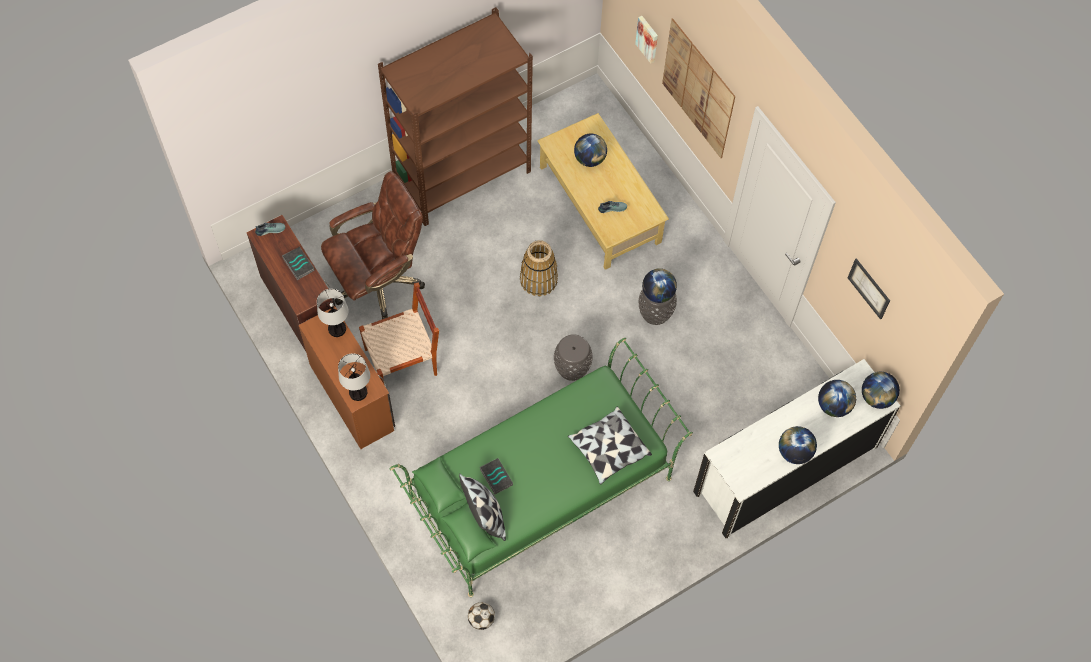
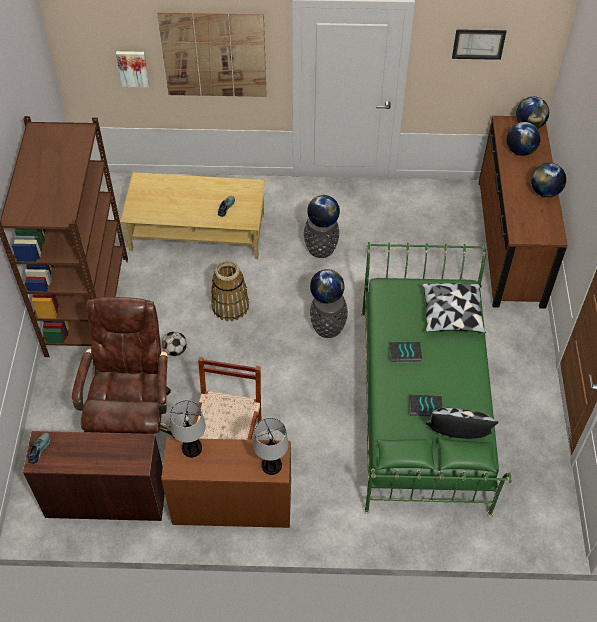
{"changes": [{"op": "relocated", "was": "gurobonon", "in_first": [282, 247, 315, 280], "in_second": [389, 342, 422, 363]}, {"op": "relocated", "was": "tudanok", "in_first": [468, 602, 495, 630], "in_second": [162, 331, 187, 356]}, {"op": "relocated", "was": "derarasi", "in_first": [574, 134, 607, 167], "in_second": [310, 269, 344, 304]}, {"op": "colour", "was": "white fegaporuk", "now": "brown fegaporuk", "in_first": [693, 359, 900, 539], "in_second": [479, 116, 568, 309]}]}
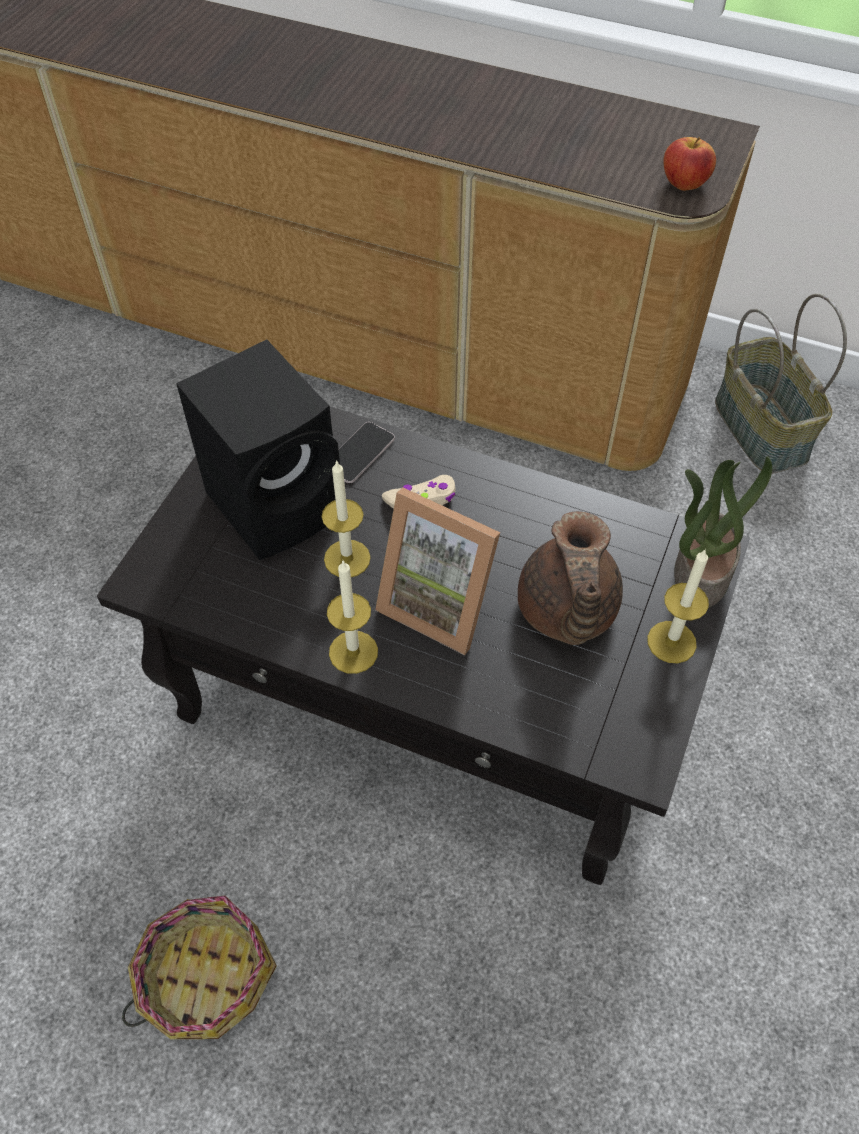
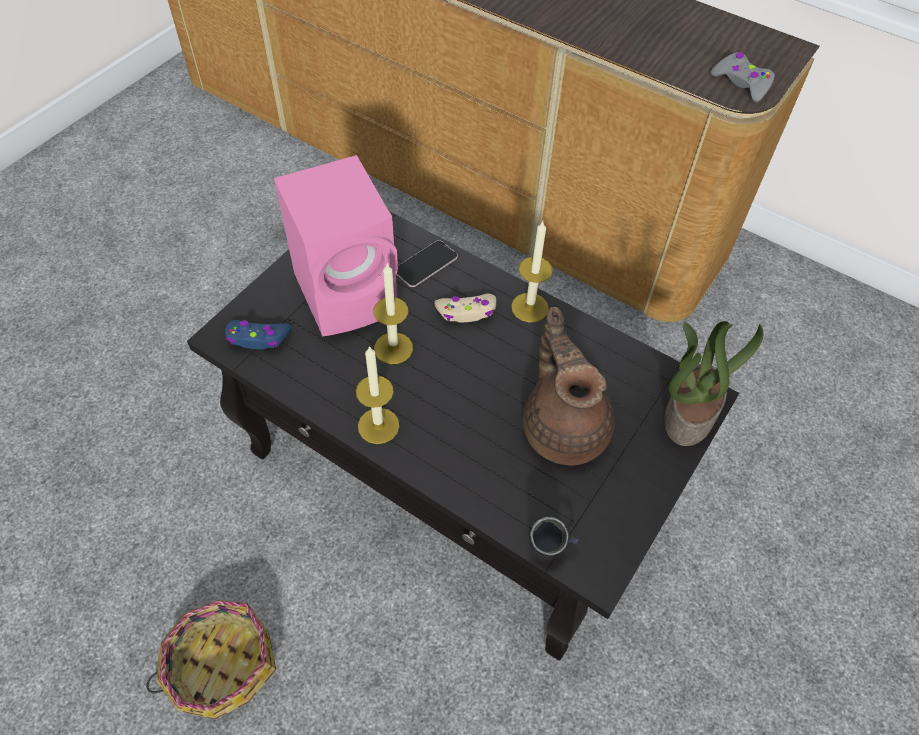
{"changes": [{"op": "missing", "was": "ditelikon", "in_first": [375, 488, 500, 655]}, {"op": "missing", "was": "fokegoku", "in_first": [715, 293, 847, 474]}, {"op": "appeared", "now": "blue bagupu", "in_second": [225, 320, 291, 349]}, {"op": "appeared", "now": "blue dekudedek", "in_second": [529, 517, 580, 556]}, {"op": "relocated", "was": "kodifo", "in_first": [647, 549, 709, 663], "in_second": [511, 221, 553, 322]}, {"op": "exchanged", "was": "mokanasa", "now": "grey bagupu", "in_first": [663, 137, 716, 191], "in_second": [711, 52, 775, 102]}, {"op": "colour", "was": "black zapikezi", "now": "pink zapikezi", "in_first": [176, 340, 340, 560], "in_second": [274, 155, 398, 337]}, {"op": "spun", "was": "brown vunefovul", "in_first": [518, 511, 623, 645], "in_second": [523, 307, 615, 465], "clockwise": 150}]}
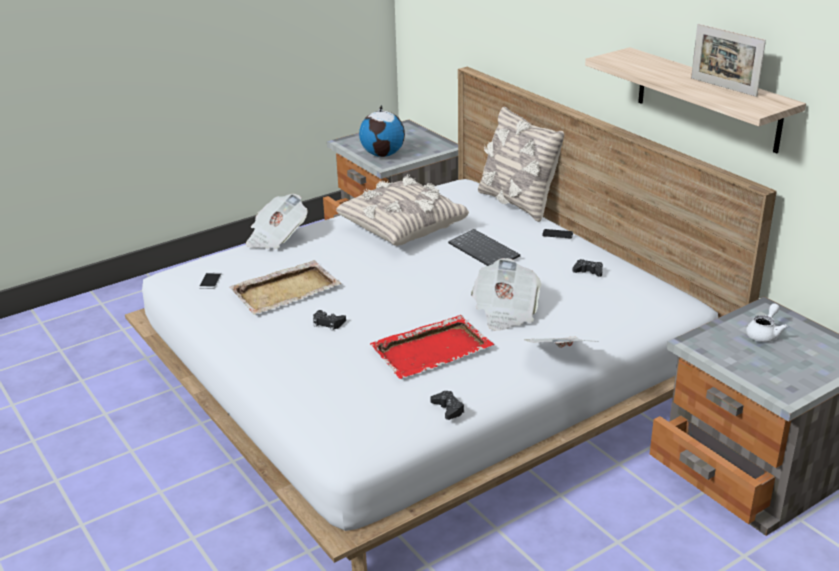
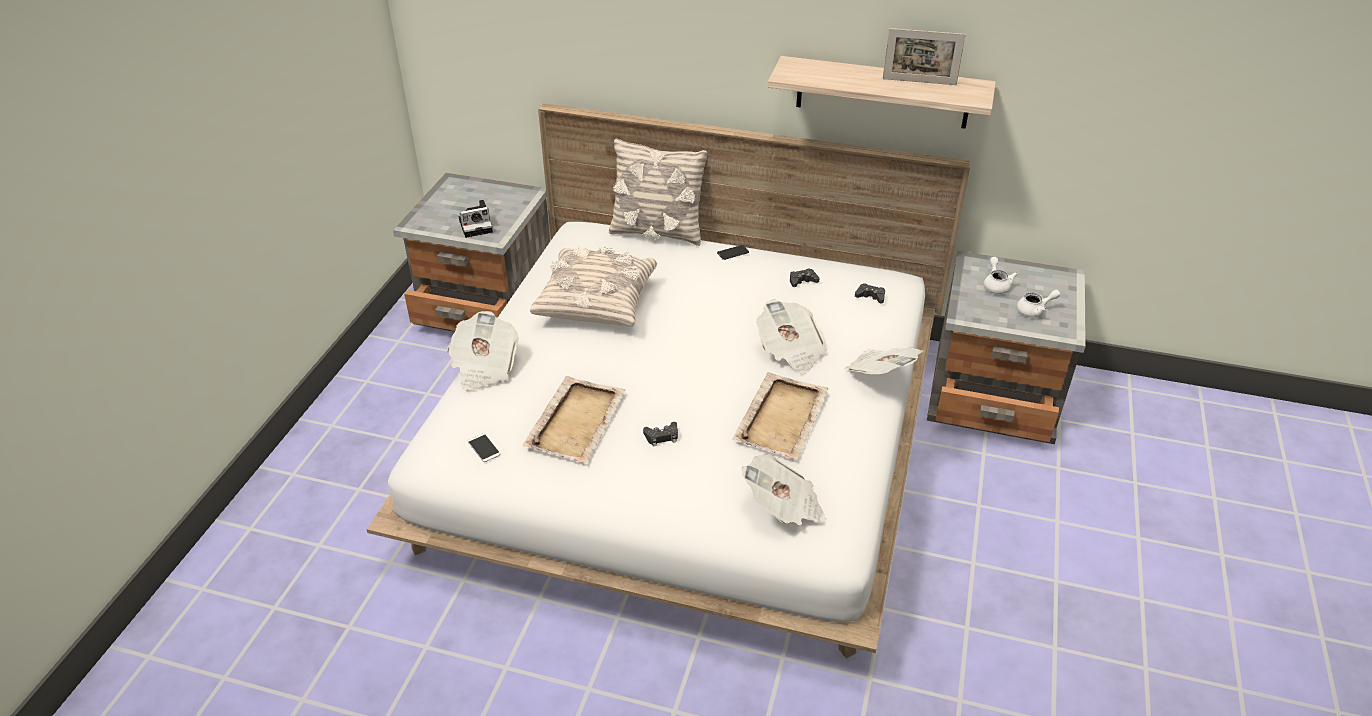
{"changes": [{"op": "missing", "was": "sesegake", "in_first": [448, 229, 520, 266]}, {"op": "appeared", "now": "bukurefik", "in_second": [742, 455, 826, 525]}, {"op": "appeared", "now": "white vunefovul", "in_second": [1017, 290, 1060, 317]}, {"op": "relocated", "was": "black bagupu", "in_first": [430, 391, 464, 420], "in_second": [855, 283, 885, 303]}, {"op": "exchanged", "was": "derarasi", "now": "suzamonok", "in_first": [359, 105, 405, 157], "in_second": [459, 200, 493, 238]}, {"op": "colour", "was": "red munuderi", "now": "beige munuderi", "in_first": [370, 315, 494, 379], "in_second": [733, 372, 828, 460]}]}
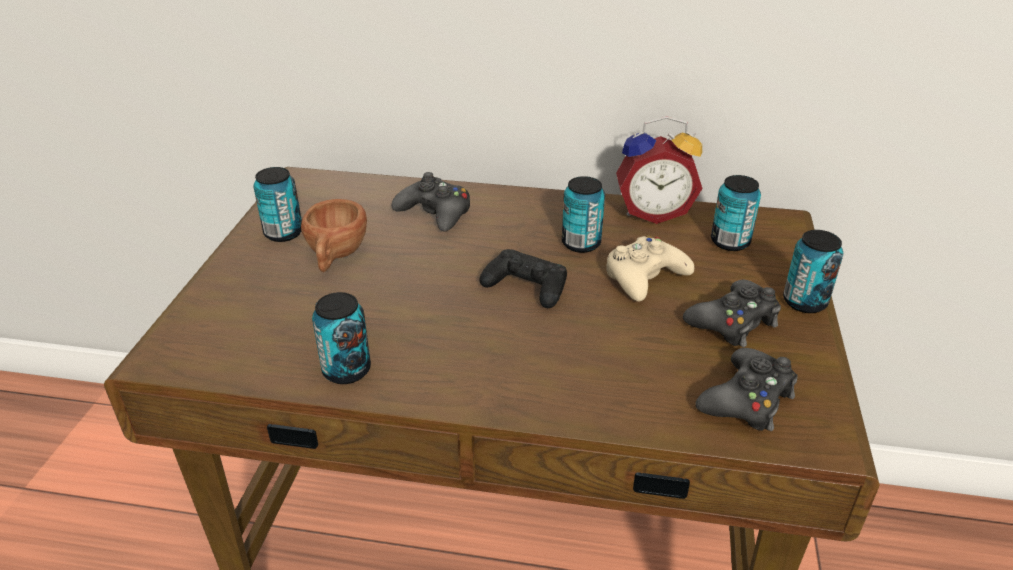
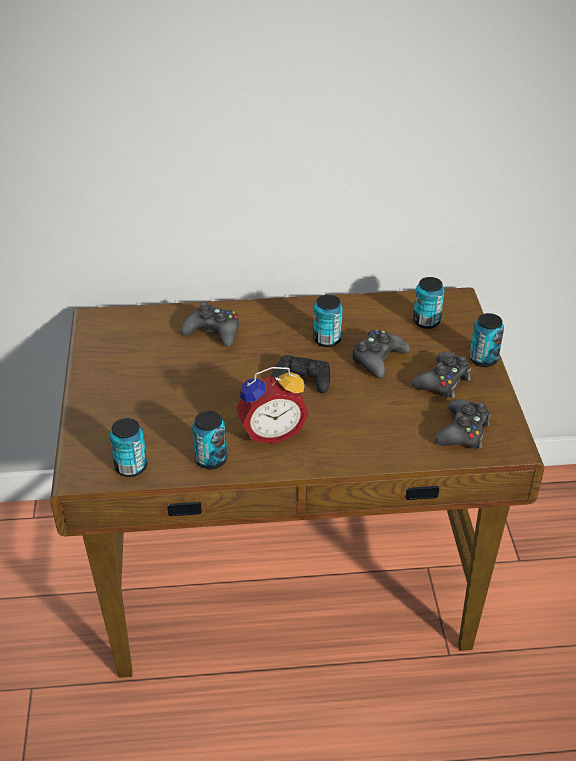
{"changes": [{"op": "missing", "was": "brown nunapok", "in_first": [301, 199, 367, 272]}, {"op": "relocated", "was": "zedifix", "in_first": [253, 167, 302, 242], "in_second": [109, 418, 147, 477]}, {"op": "relocated", "was": "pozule", "in_first": [616, 116, 703, 224], "in_second": [237, 367, 309, 444]}, {"op": "colour", "was": "beige bagupu", "now": "black bagupu", "in_first": [606, 235, 694, 302], "in_second": [352, 329, 410, 378]}]}
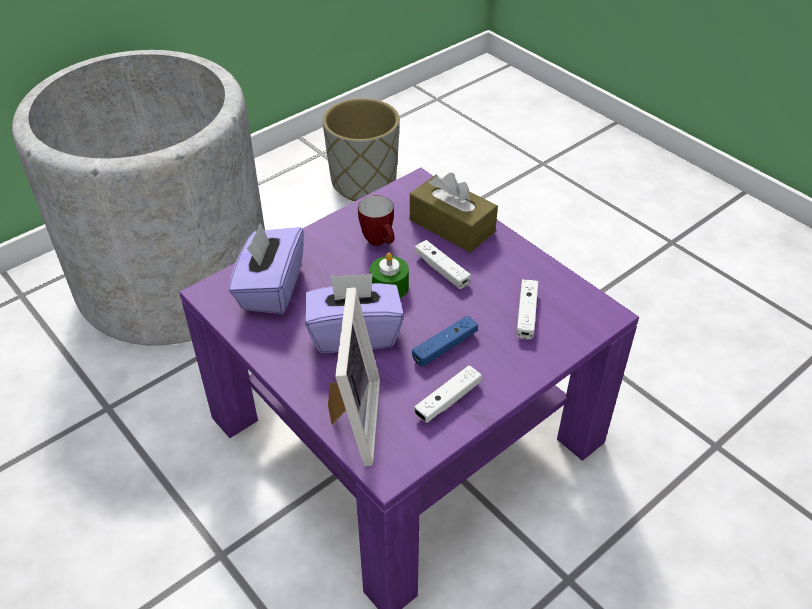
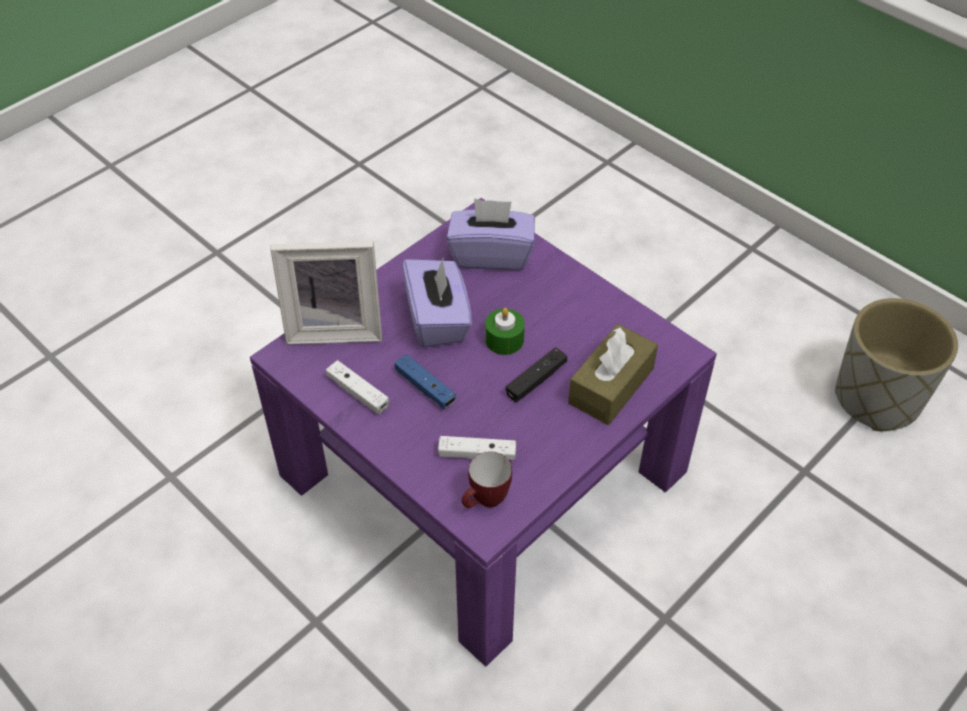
{"changes": [{"op": "missing", "was": "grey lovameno", "in_first": [12, 50, 265, 345]}, {"op": "relocated", "was": "dekudedek", "in_first": [358, 195, 395, 246], "in_second": [462, 451, 512, 508]}, {"op": "colour", "was": "white bagupu", "now": "black bagupu", "in_first": [415, 240, 471, 289], "in_second": [506, 347, 567, 402]}]}
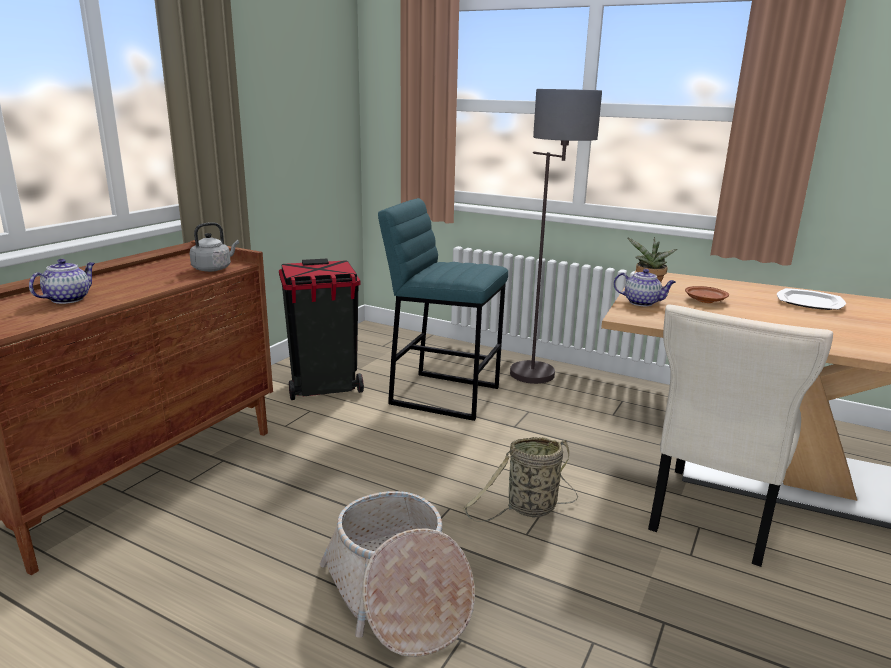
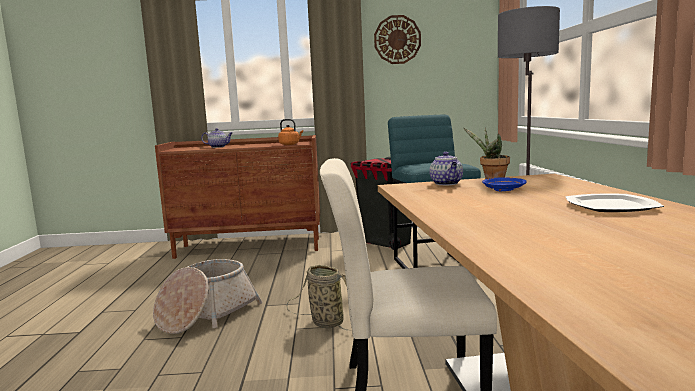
{"changes": [{"op": "appeared", "now": "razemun", "in_second": [374, 15, 421, 64]}, {"op": "colour", "was": "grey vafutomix", "now": "orange vafutomix", "in_first": [190, 222, 239, 272], "in_second": [278, 119, 303, 145]}, {"op": "colour", "was": "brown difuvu", "now": "blue difuvu", "in_first": [685, 286, 729, 303], "in_second": [482, 177, 527, 191]}]}
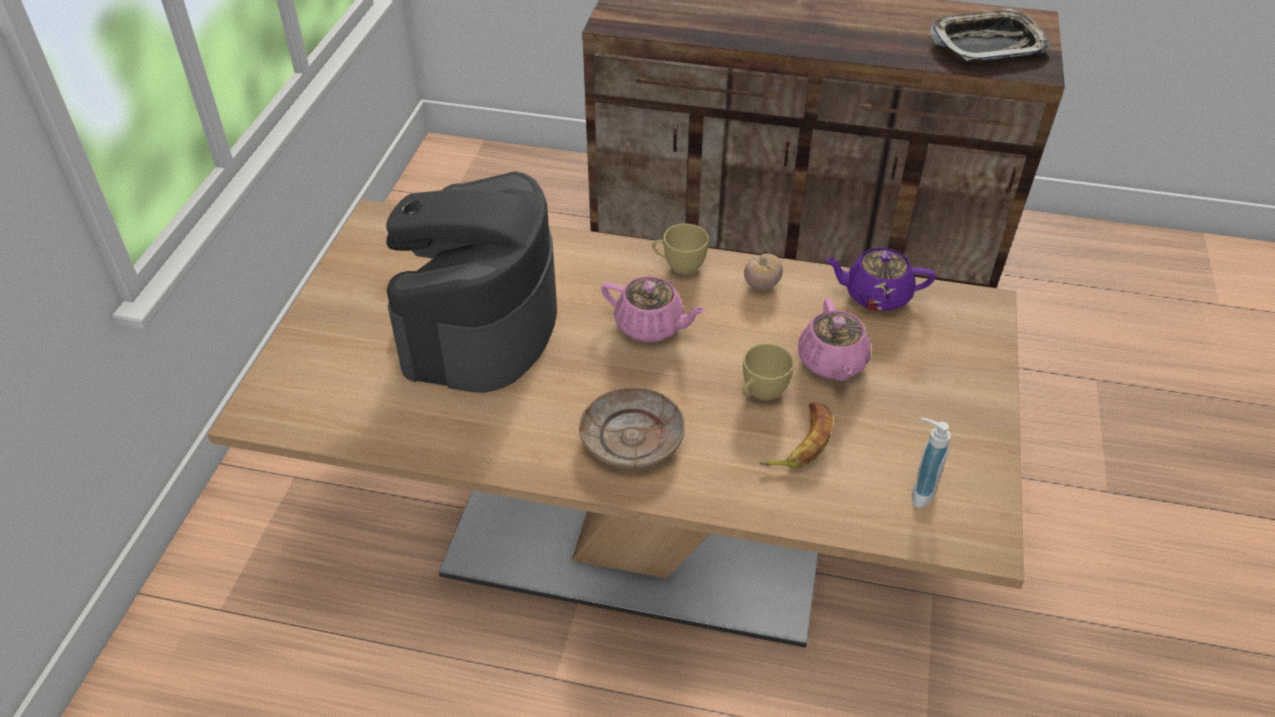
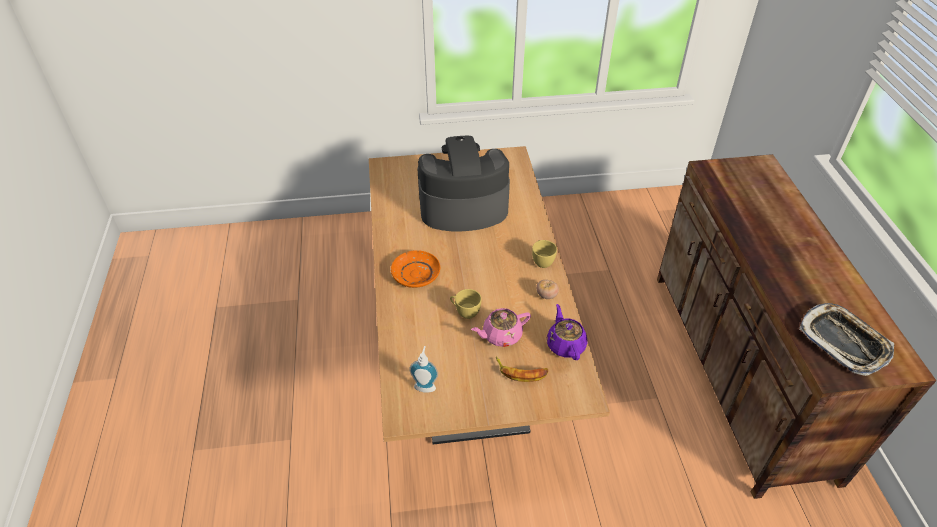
{"changes": [{"op": "missing", "was": "pink vunefovul", "in_first": [601, 276, 706, 342]}, {"op": "relocated", "was": "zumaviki", "in_first": [760, 402, 833, 468], "in_second": [496, 356, 548, 382]}, {"op": "colour", "was": "beige difuvu", "now": "orange difuvu", "in_first": [579, 387, 685, 469], "in_second": [391, 250, 440, 288]}]}
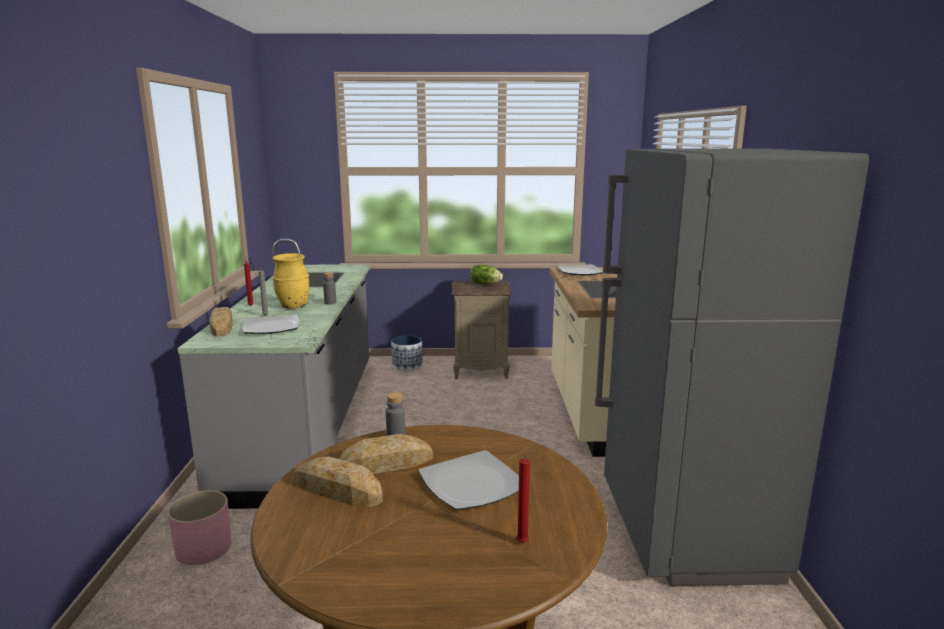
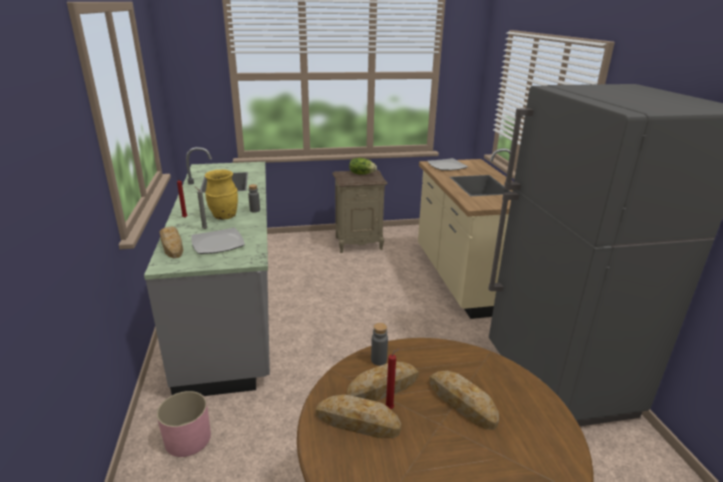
{"changes": [{"op": "missing", "was": "lovameno", "in_first": [391, 336, 423, 371]}, {"op": "relocated", "was": "red kodifo", "in_first": [516, 450, 535, 543], "in_second": [385, 348, 400, 409]}, {"op": "exchanged", "was": "difuvu", "now": "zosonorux", "in_first": [418, 450, 519, 510], "in_second": [429, 371, 499, 430]}]}
